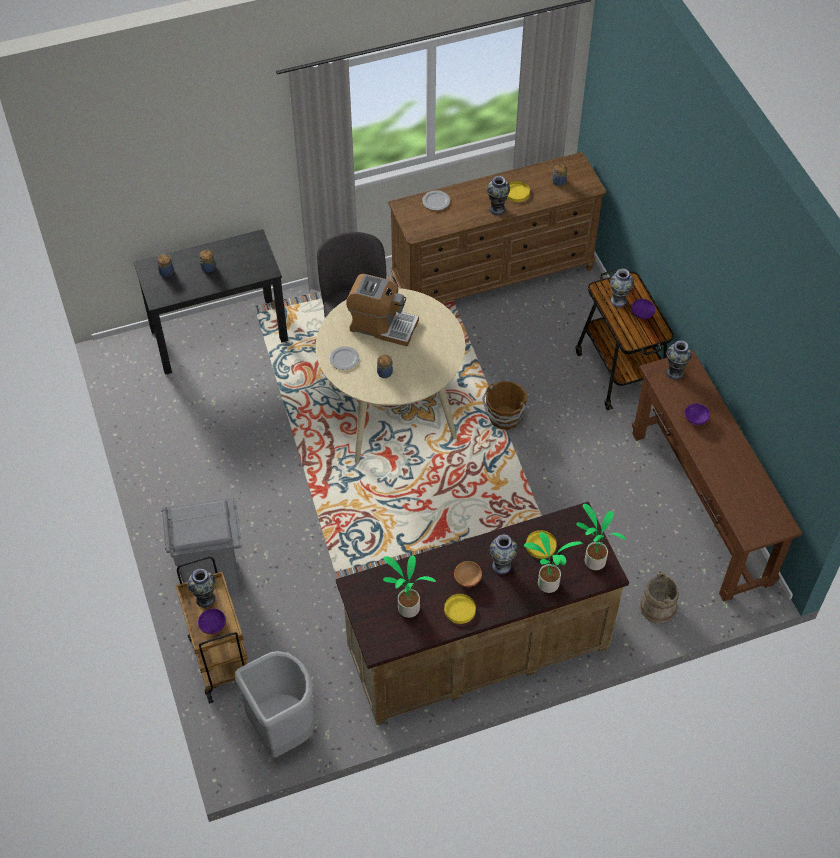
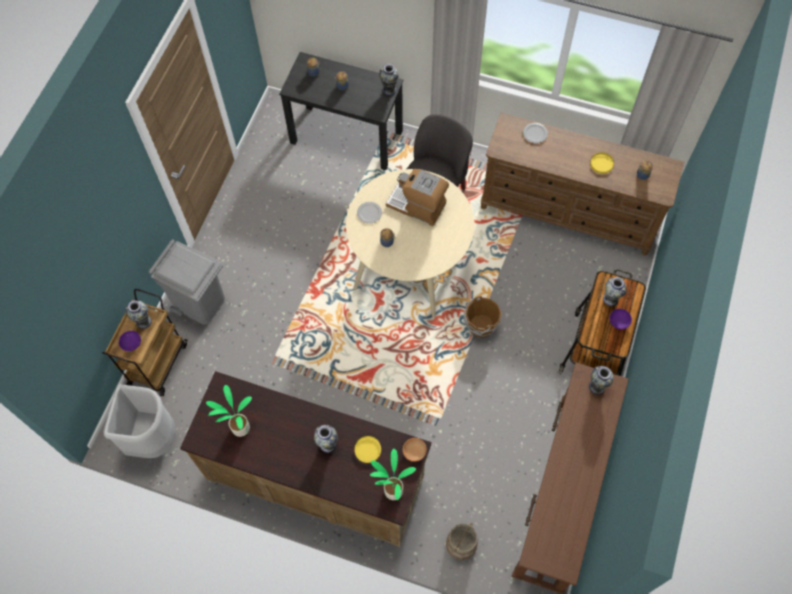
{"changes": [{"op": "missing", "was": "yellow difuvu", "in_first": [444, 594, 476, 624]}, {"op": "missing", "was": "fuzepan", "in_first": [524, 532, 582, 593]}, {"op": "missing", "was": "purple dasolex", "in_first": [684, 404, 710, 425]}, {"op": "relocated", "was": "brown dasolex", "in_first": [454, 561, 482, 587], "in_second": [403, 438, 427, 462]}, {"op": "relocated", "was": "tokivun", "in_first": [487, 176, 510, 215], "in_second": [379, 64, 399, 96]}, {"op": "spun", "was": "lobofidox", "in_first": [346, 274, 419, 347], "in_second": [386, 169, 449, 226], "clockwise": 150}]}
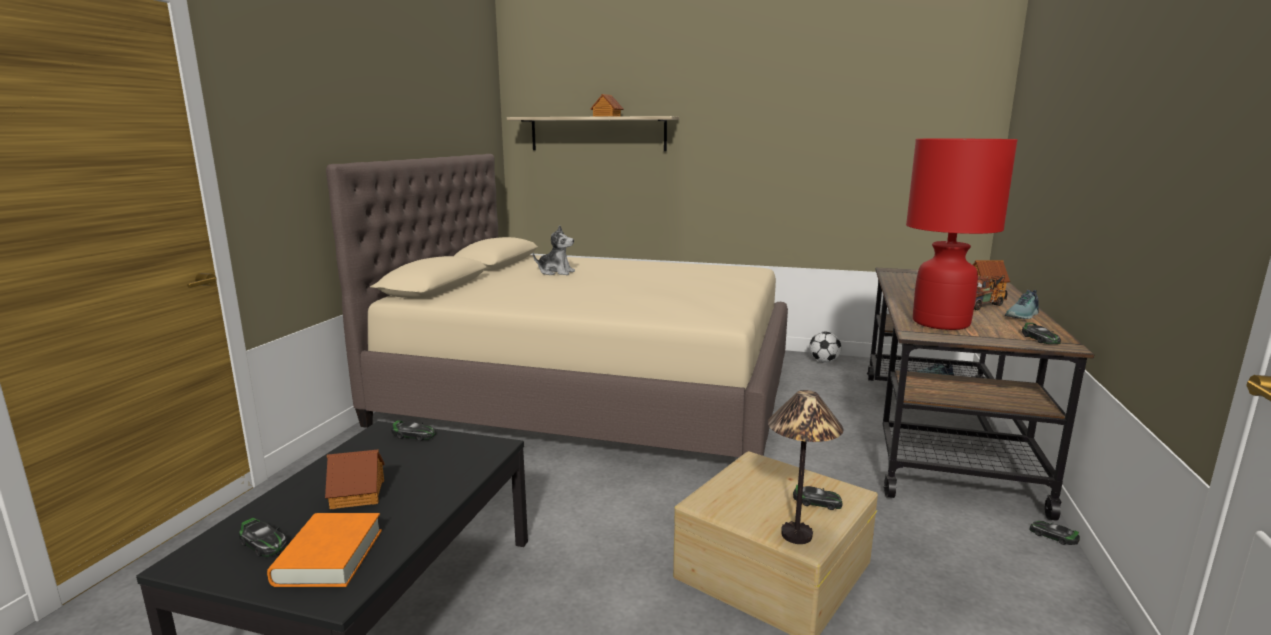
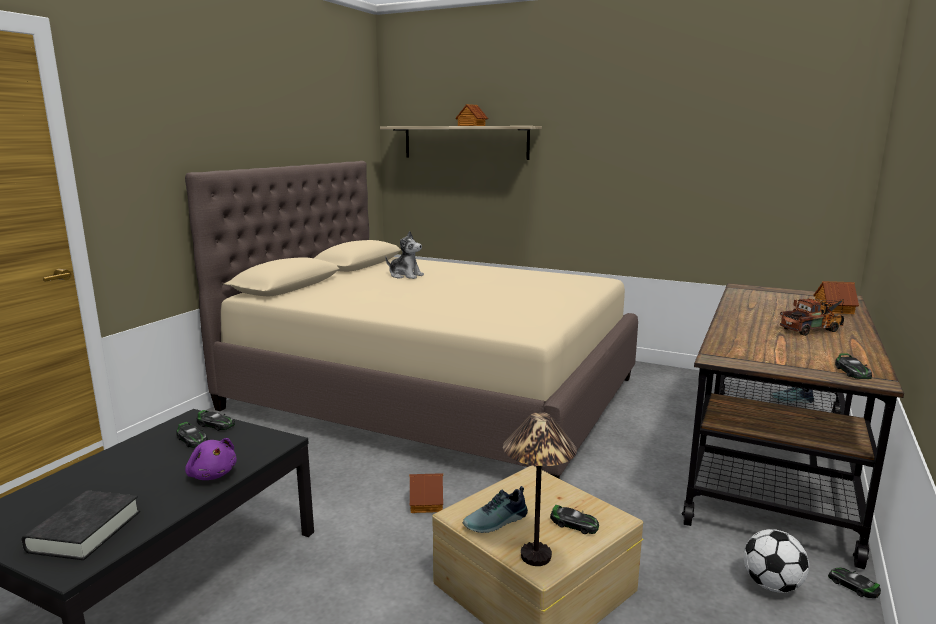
{"changes": [{"op": "missing", "was": "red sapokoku", "in_first": [906, 139, 1018, 330]}, {"op": "appeared", "now": "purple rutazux", "in_second": [185, 438, 237, 480]}, {"op": "relocated", "was": "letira", "in_first": [239, 518, 288, 557], "in_second": [177, 422, 208, 448]}, {"op": "relocated", "was": "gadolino", "in_first": [325, 450, 385, 509], "in_second": [409, 473, 443, 513]}, {"op": "relocated", "was": "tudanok", "in_first": [809, 332, 841, 363], "in_second": [744, 529, 809, 593]}, {"op": "relocated", "was": "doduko", "in_first": [1005, 290, 1039, 319], "in_second": [463, 486, 528, 533]}, {"op": "colour", "was": "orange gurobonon", "now": "black gurobonon", "in_first": [267, 513, 382, 587], "in_second": [21, 491, 140, 560]}]}
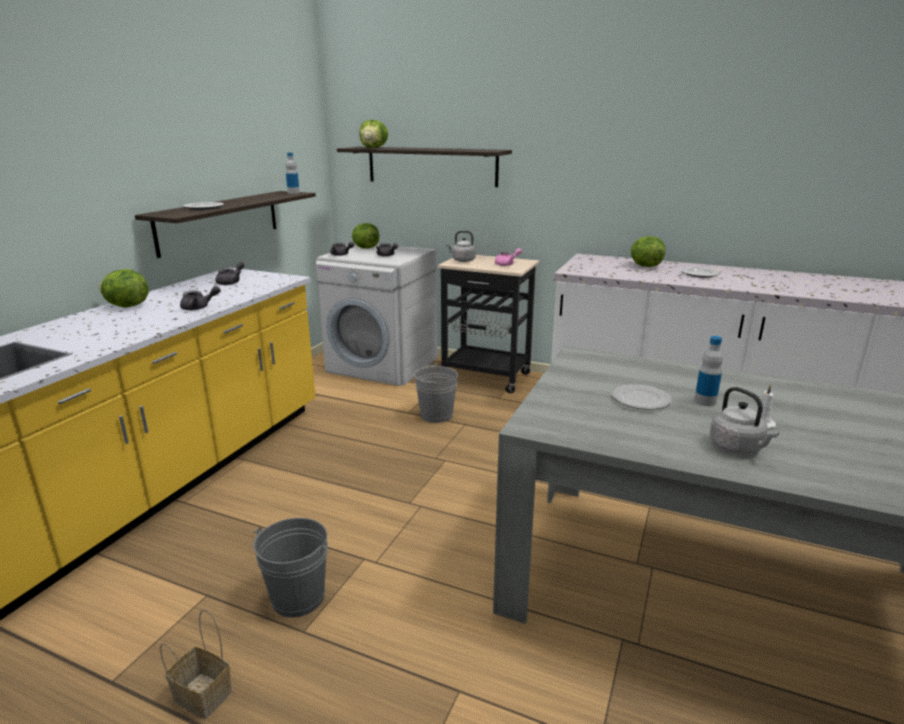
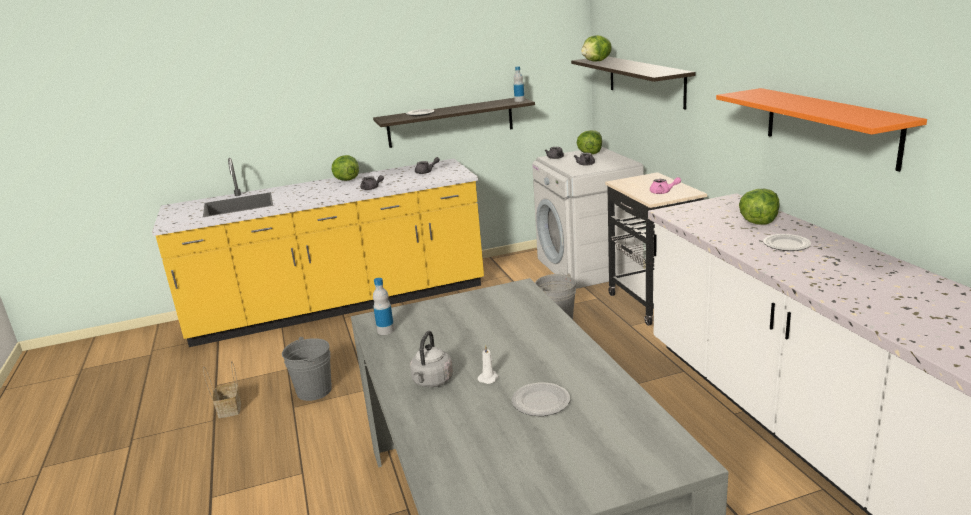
{"changes": [{"op": "missing", "was": "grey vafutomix", "in_first": [446, 231, 476, 262]}, {"op": "appeared", "now": "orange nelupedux", "in_second": [716, 88, 927, 172]}, {"op": "relocated", "was": "difuvu", "in_first": [612, 384, 671, 410], "in_second": [512, 382, 570, 416]}, {"op": "relocated", "was": "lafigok", "in_first": [694, 336, 723, 406], "in_second": [373, 278, 394, 335]}]}
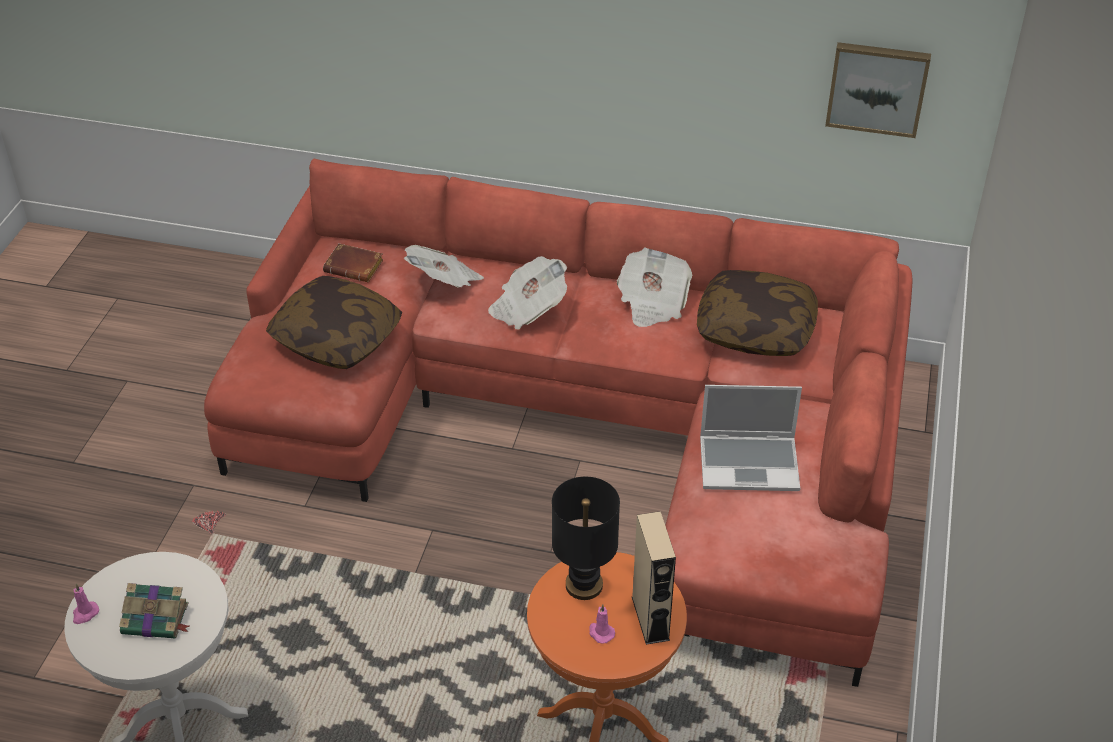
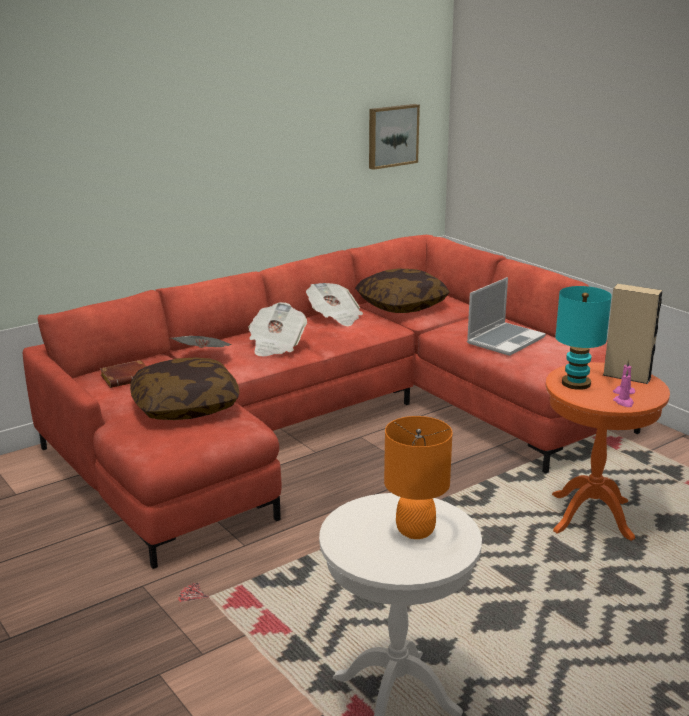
{"changes": [{"op": "relocated", "was": "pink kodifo", "in_first": [73, 584, 99, 624], "in_second": [613, 369, 634, 407]}, {"op": "exchanged", "was": "gurobonon", "now": "orange sapokoku", "in_first": [119, 583, 189, 638], "in_second": [384, 416, 452, 539]}, {"op": "colour", "was": "black sapokoku", "now": "turquoise sapokoku", "in_first": [552, 477, 620, 600], "in_second": [555, 286, 612, 390]}]}
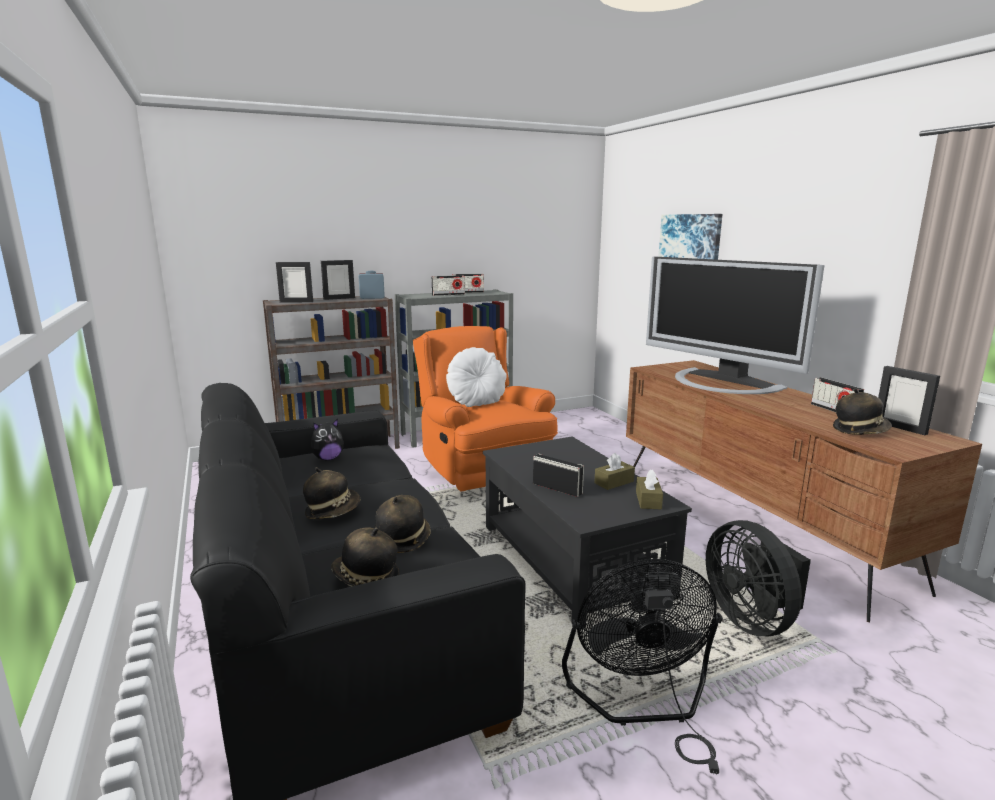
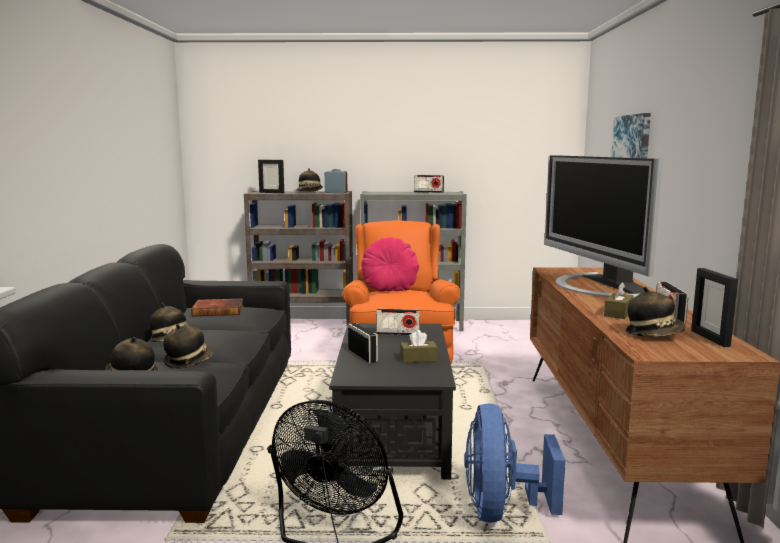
{"changes": [{"op": "relocated", "was": "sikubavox", "in_first": [431, 275, 465, 296], "in_second": [376, 309, 420, 335]}, {"op": "relocated", "was": "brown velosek", "in_first": [636, 469, 663, 510], "in_second": [604, 282, 633, 319]}, {"op": "exchanged", "was": "rutazux", "now": "gurobonon", "in_first": [311, 419, 344, 460], "in_second": [191, 299, 243, 316]}, {"op": "exchanged", "was": "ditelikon", "now": "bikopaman", "in_first": [321, 260, 355, 300], "in_second": [297, 168, 323, 191]}, {"op": "colour", "was": "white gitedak", "now": "pink gitedak", "in_first": [446, 347, 507, 407], "in_second": [361, 237, 419, 292]}, {"op": "colour", "was": "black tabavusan", "now": "blue tabavusan", "in_first": [706, 520, 811, 636], "in_second": [464, 403, 565, 523]}]}
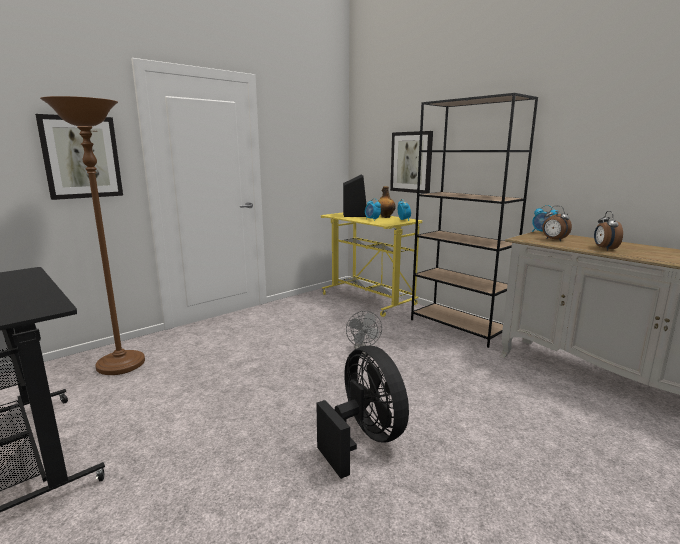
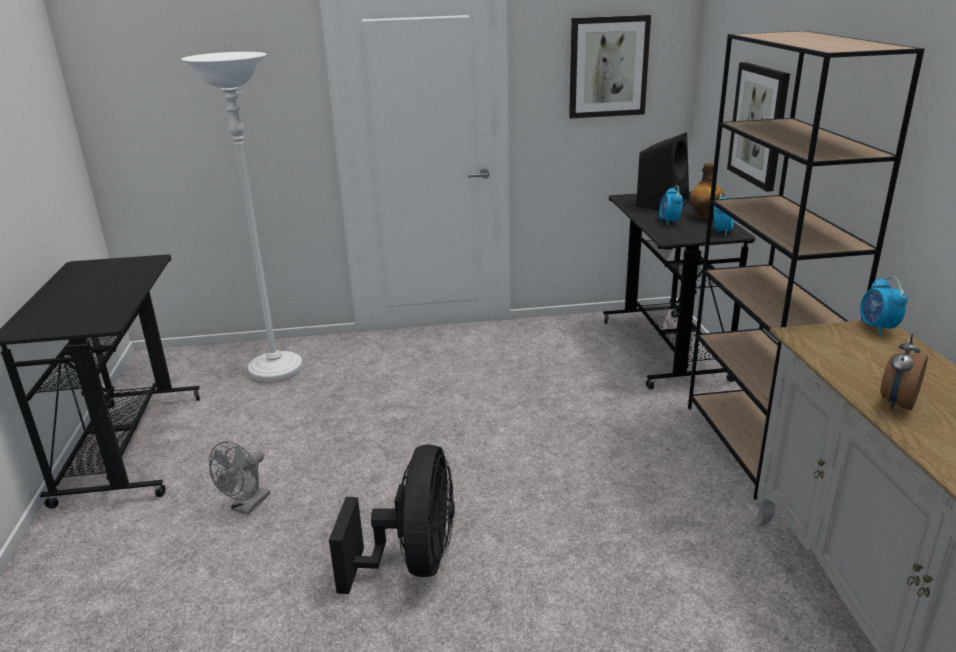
{"changes": [{"op": "missing", "was": "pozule", "in_first": [542, 206, 572, 241]}, {"op": "relocated", "was": "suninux", "in_first": [35, 114, 123, 200], "in_second": [569, 15, 651, 118]}, {"op": "relocated", "was": "grey tabavusan", "in_first": [346, 311, 382, 356], "in_second": [209, 441, 270, 515]}, {"op": "colour", "was": "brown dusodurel", "now": "white dusodurel", "in_first": [40, 96, 145, 375], "in_second": [181, 52, 303, 382]}, {"op": "colour", "was": "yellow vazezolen", "now": "black vazezolen", "in_first": [321, 213, 422, 317], "in_second": [603, 191, 756, 389]}]}
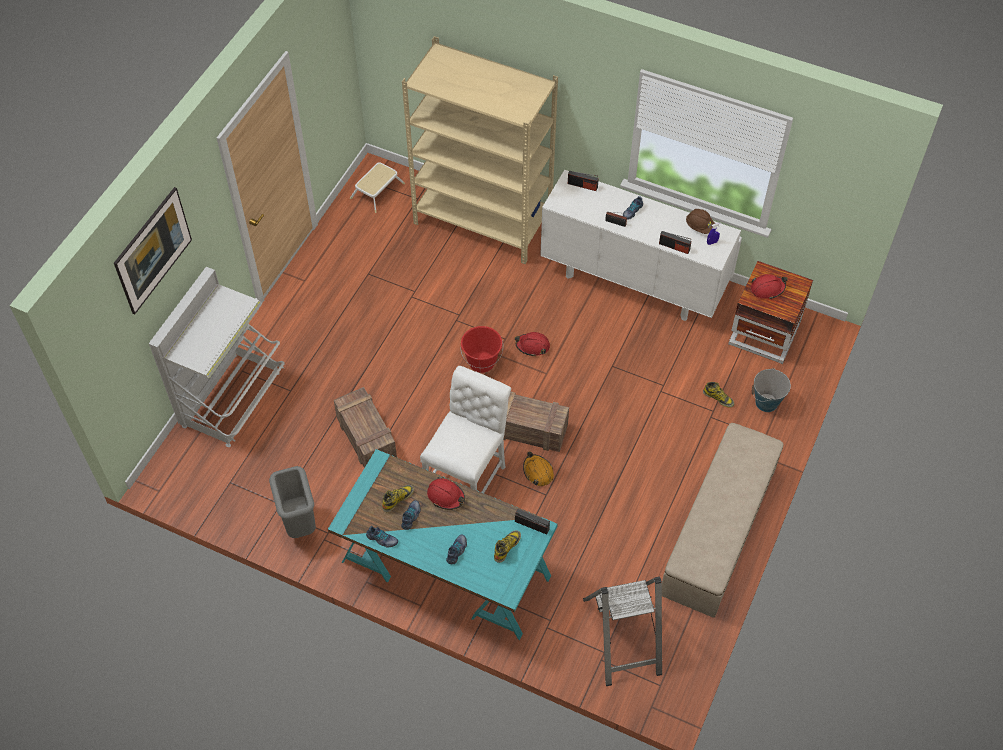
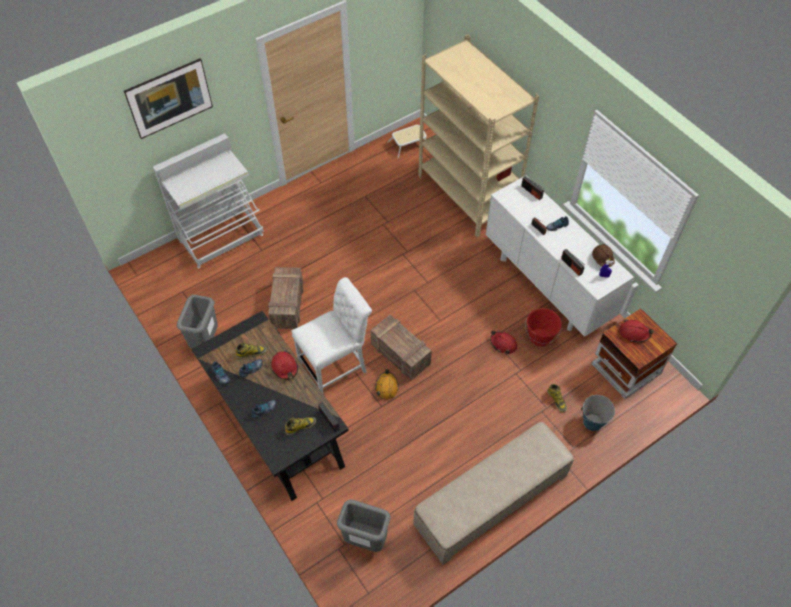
{"changes": [{"op": "relocated", "was": "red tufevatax", "in_first": [460, 326, 503, 373], "in_second": [525, 308, 562, 346]}, {"op": "relocated", "was": "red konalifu", "in_first": [515, 332, 550, 356], "in_second": [490, 331, 517, 354]}, {"op": "exchanged", "was": "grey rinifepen", "now": "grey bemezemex", "in_first": [583, 577, 662, 686], "in_second": [337, 499, 391, 552]}, {"op": "colour", "was": "turquoise vazezolen", "now": "black vazezolen", "in_first": [328, 449, 558, 640], "in_second": [192, 311, 349, 501]}]}
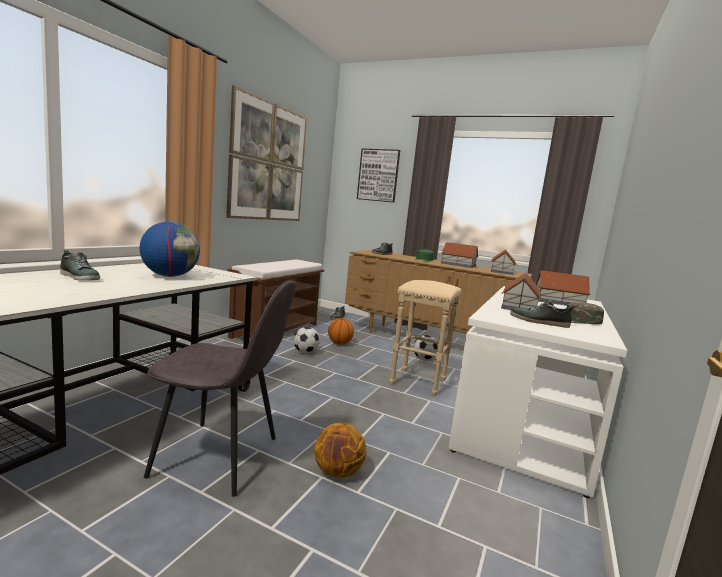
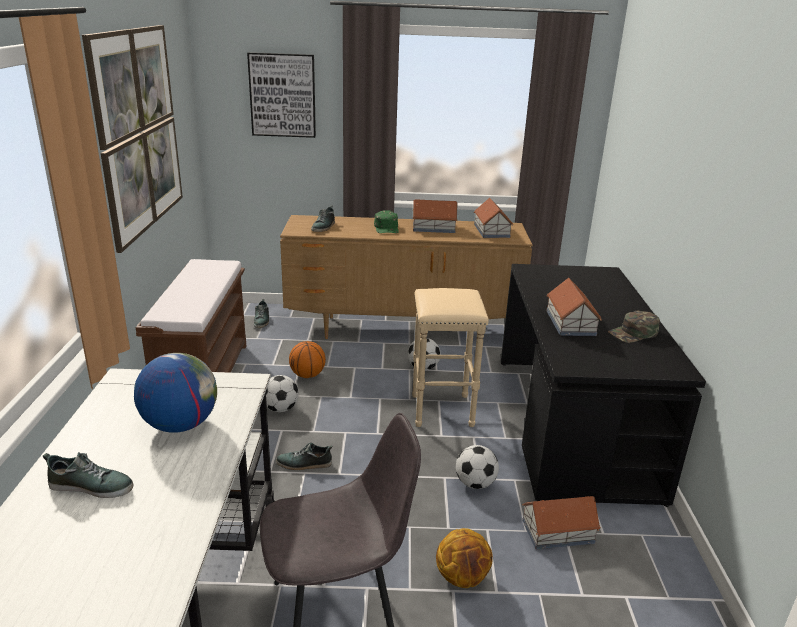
{"changes": [{"op": "appeared", "now": "tudanok", "in_second": [456, 445, 499, 489]}, {"op": "relocated", "was": "doduko", "in_first": [510, 300, 575, 328], "in_second": [276, 443, 332, 470]}, {"op": "relocated", "was": "gadolino", "in_first": [535, 271, 590, 306], "in_second": [522, 496, 601, 549]}, {"op": "colour", "was": "white vazezolen", "now": "black vazezolen", "in_first": [448, 286, 627, 498], "in_second": [501, 264, 706, 507]}]}
